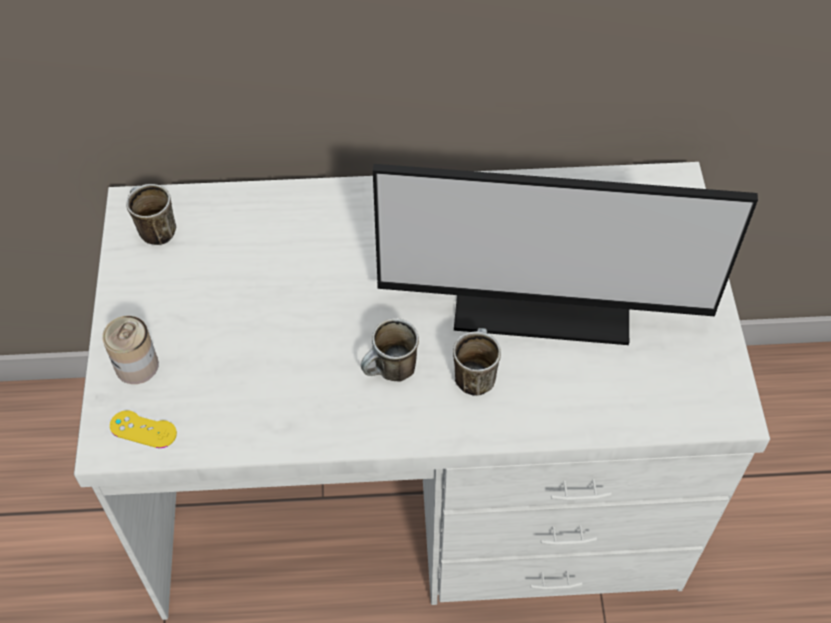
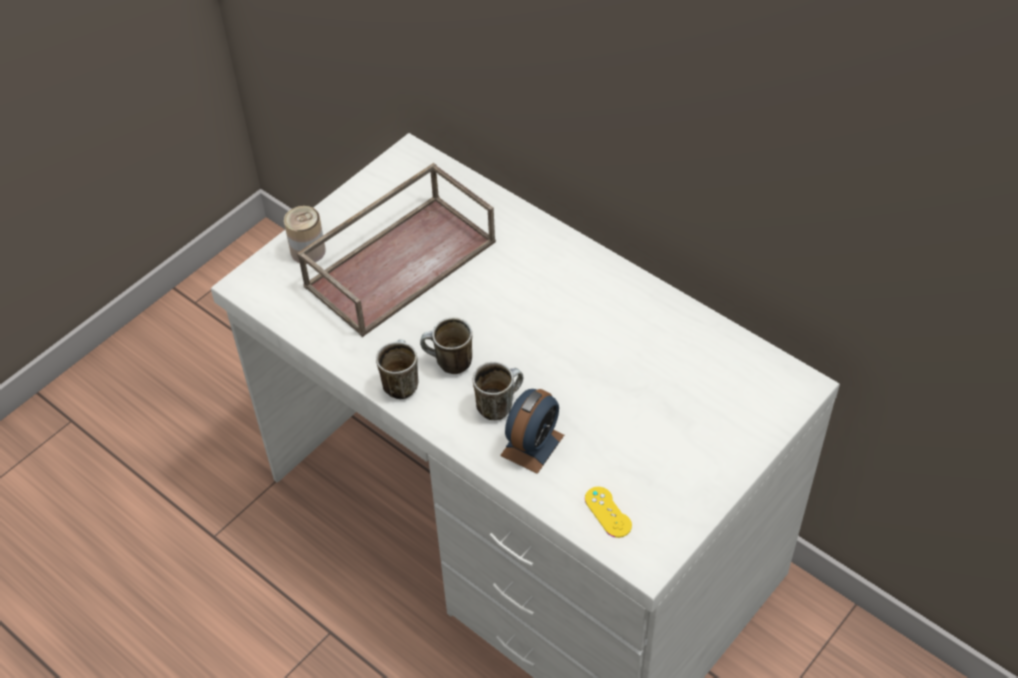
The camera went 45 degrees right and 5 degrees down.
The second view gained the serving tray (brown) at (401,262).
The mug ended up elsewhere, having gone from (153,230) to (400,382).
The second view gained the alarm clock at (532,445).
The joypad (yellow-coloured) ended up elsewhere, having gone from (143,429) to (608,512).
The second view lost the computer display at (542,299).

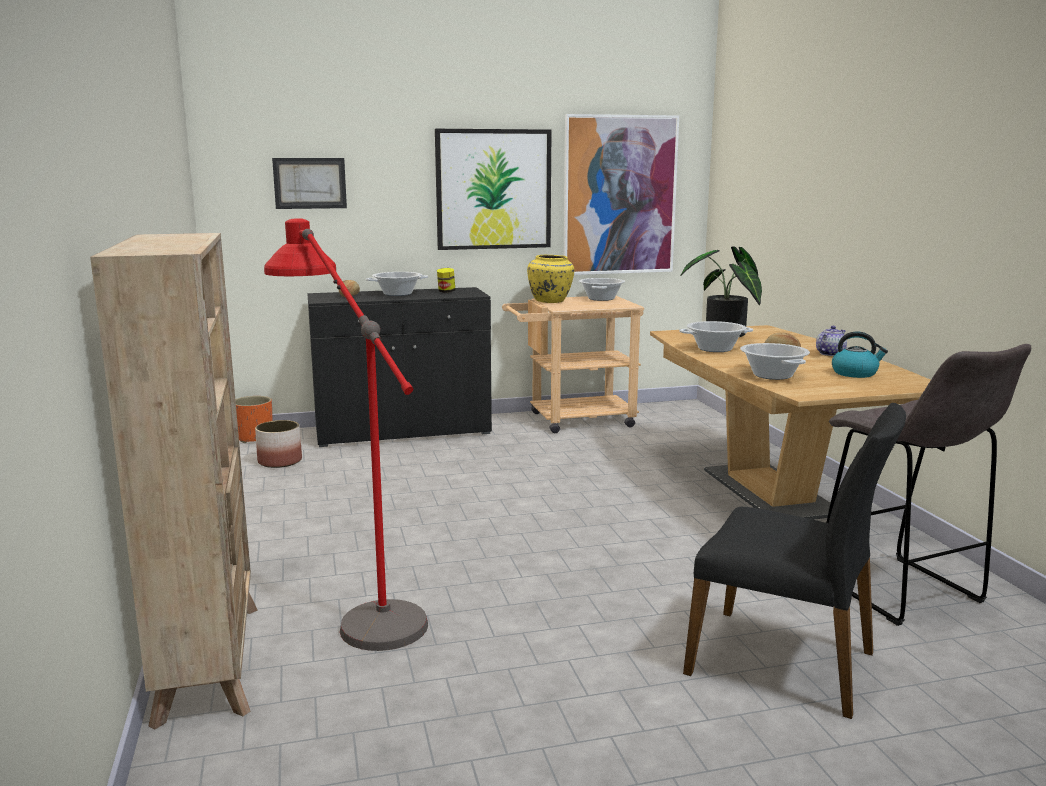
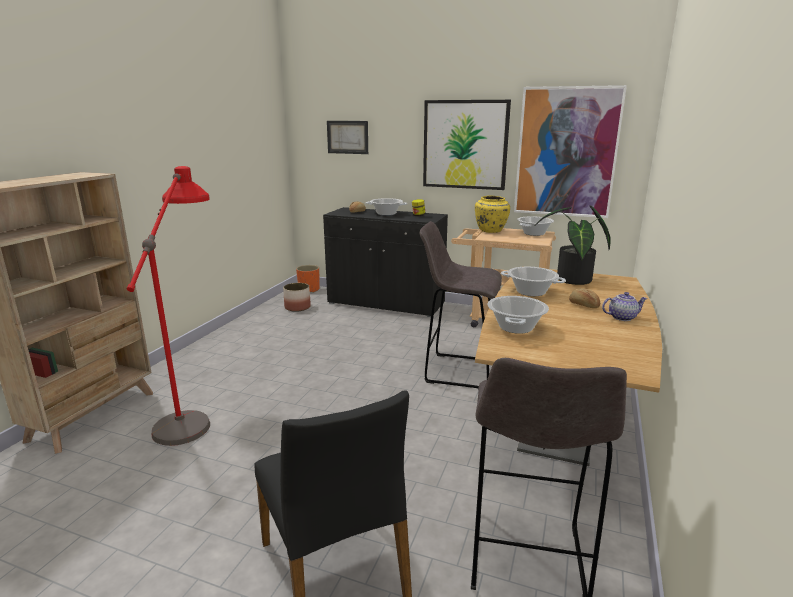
The camera went 35 degrees right and 5 degrees up.
The second view gained the stool (grey) at (457,371).
The second view lost the kettle at (855,373).

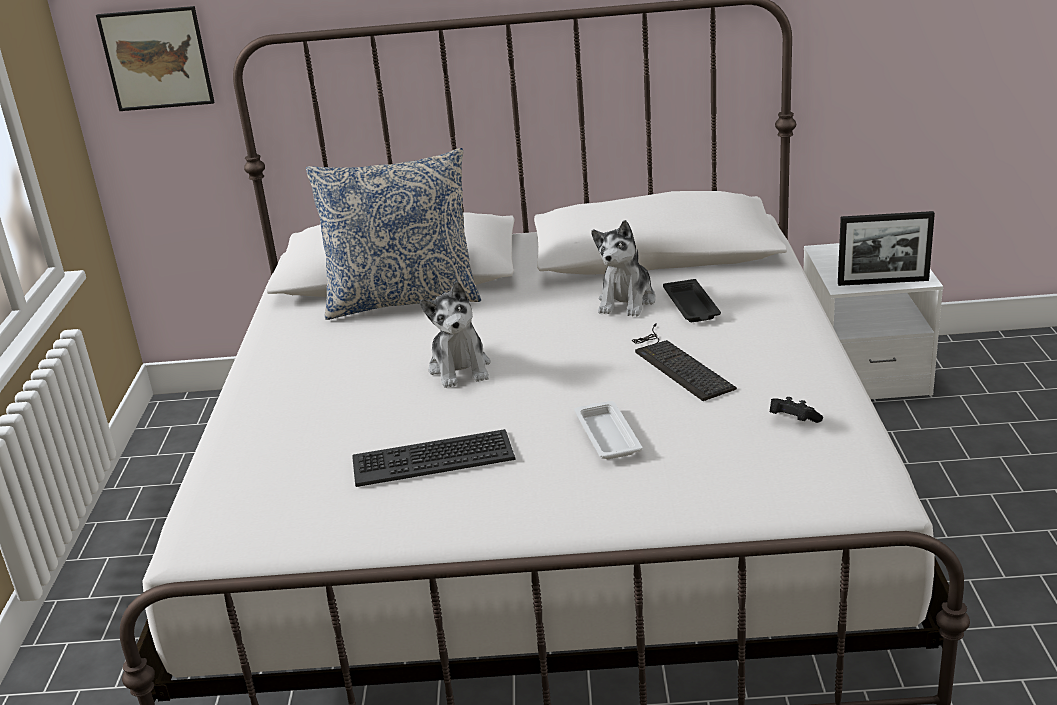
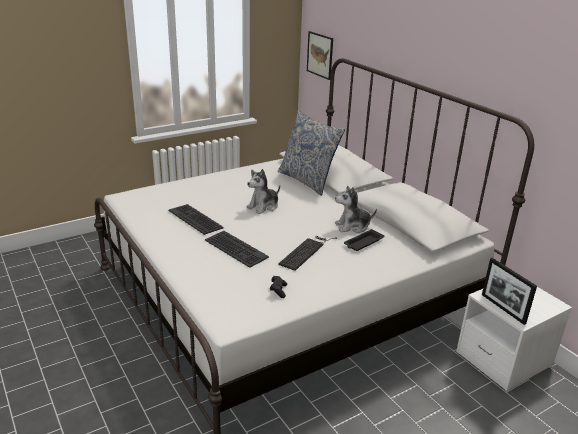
The camera went 55 degrees right and 0 degrees up.
Where the serving tray (white) stood at (607,435), the computer keyboard came to stand at (235,249).

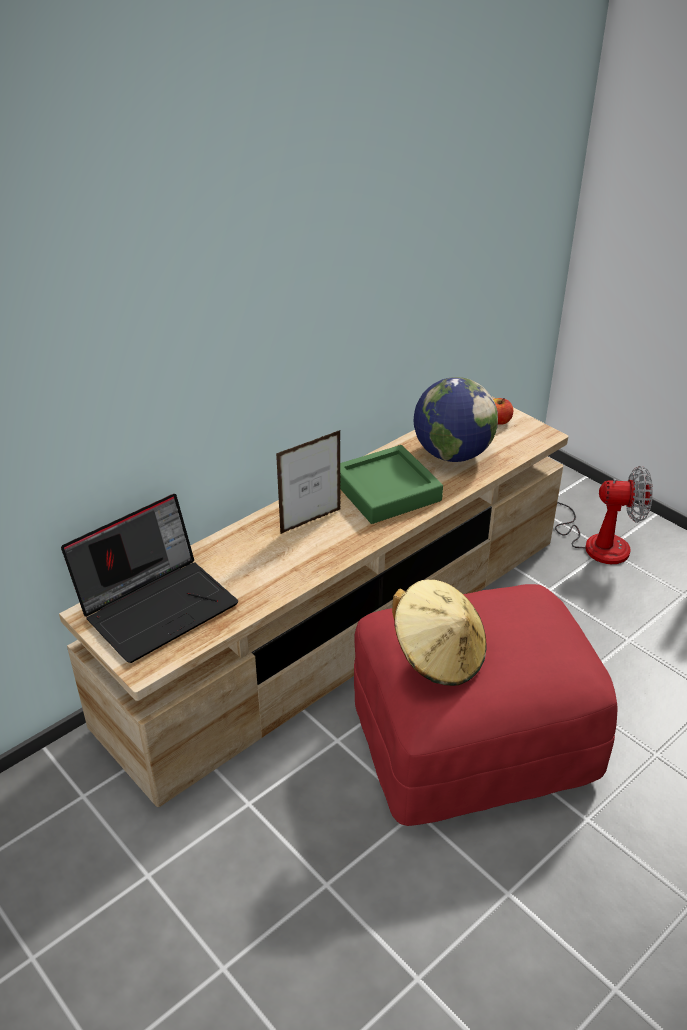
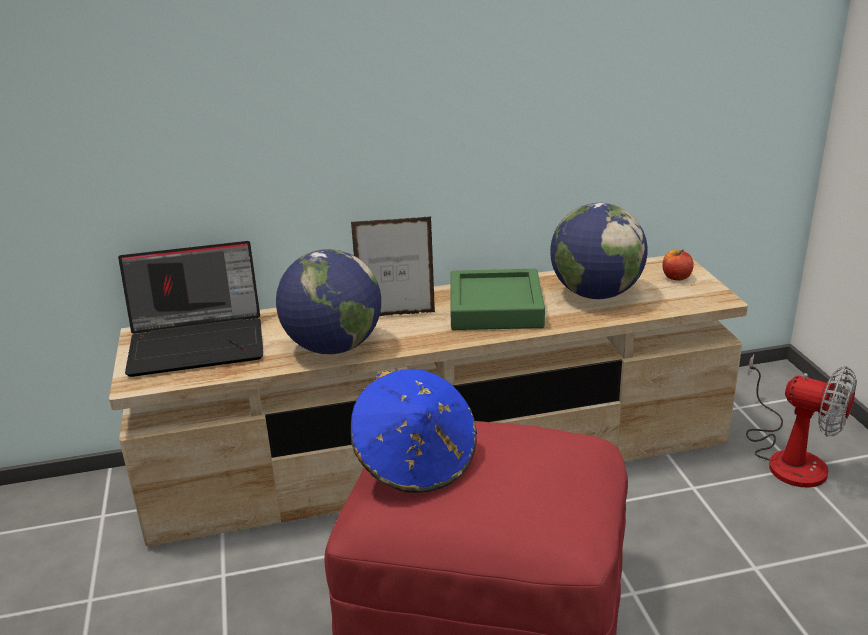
The camera went 30 degrees right and 10 degrees down.
The second view gained the globe at (333,347).
What was the clothing hat (beige-coloured) at (438,655) turned into the clothing hat (blue-coloured) at (416,462).

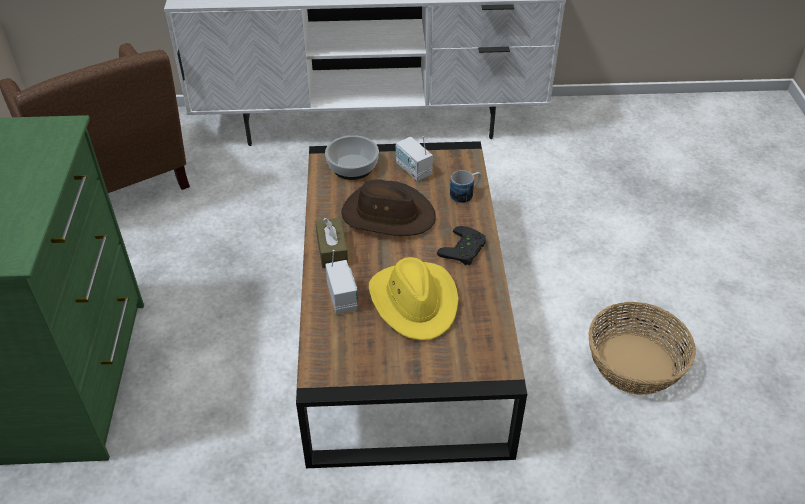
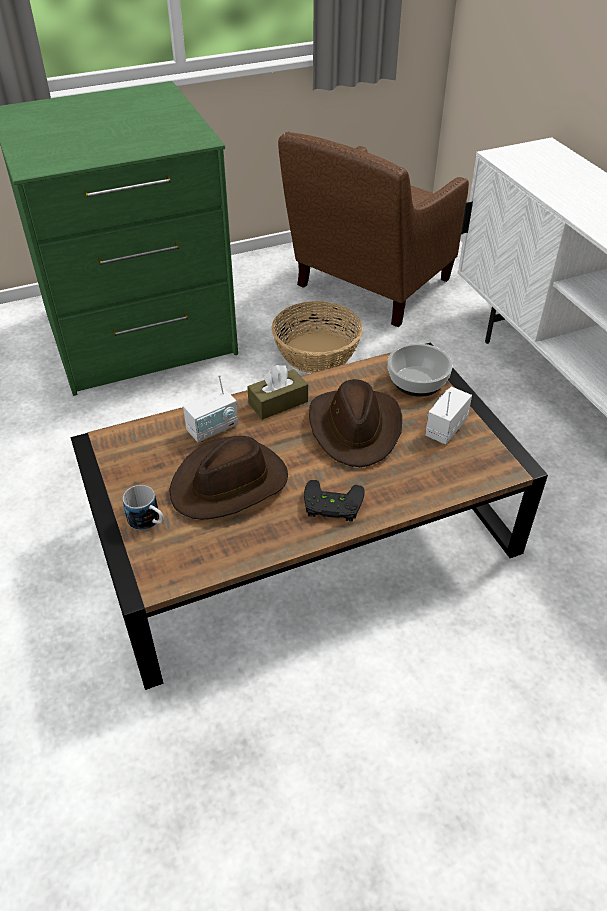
The camera went 70 degrees right and 0 degrees up.
The mug ended up elsewhere, having gone from (465,194) to (149,522).
What was the clothing hat (yellow-coloured) at (414,301) turned into the clothing hat (brown) at (230,484).
The basket ended up elsewhere, having gone from (635,363) to (317,353).

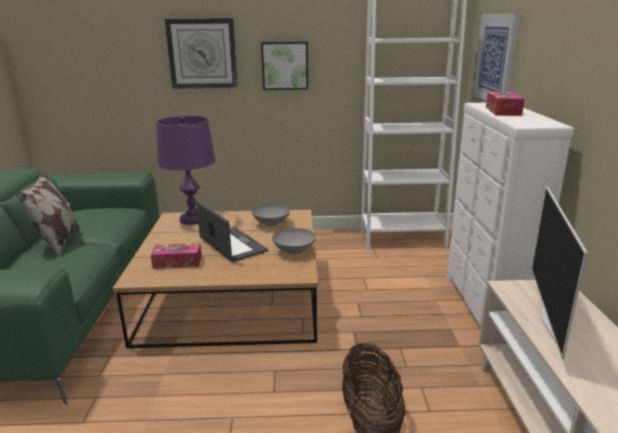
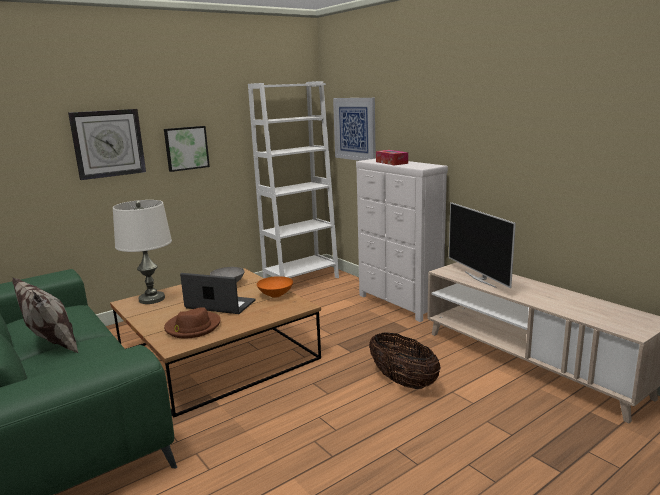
The camera went 35 degrees left and 5 degrees down.
What was the table lamp (purplish) at (192,219) turned into the table lamp (white) at (151,299).
Where the tissue holder stood at (177,262), the clothing hat (brown) came to stand at (192,327).
What was the bowl (grey) at (294,251) turned into the bowl (orangey) at (275,295).

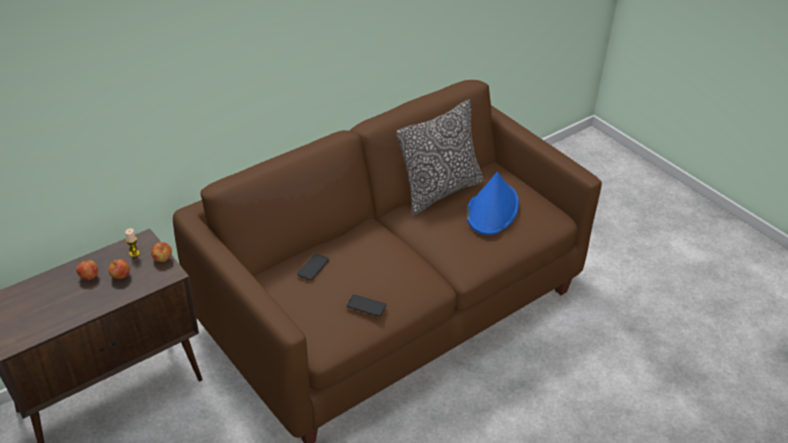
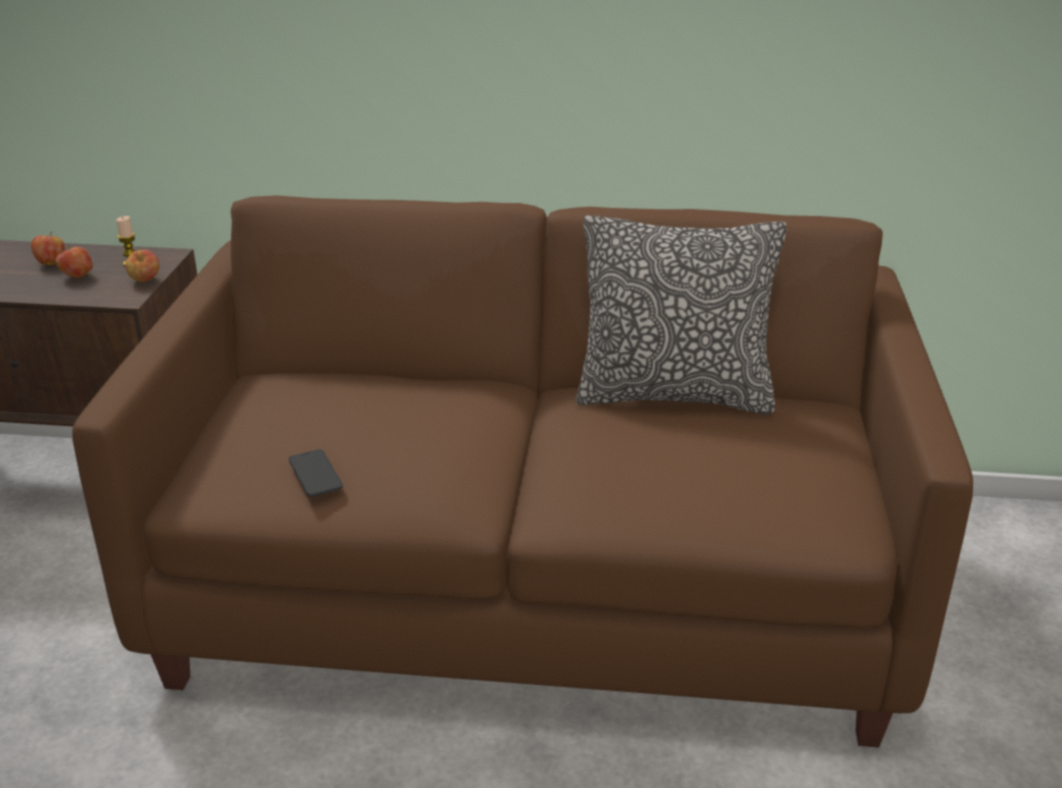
The camera went 45 degrees right and 10 degrees down.
The second view lost the handset at (313,267).
The second view lost the clothing hat (blue-coloured) at (492,209).

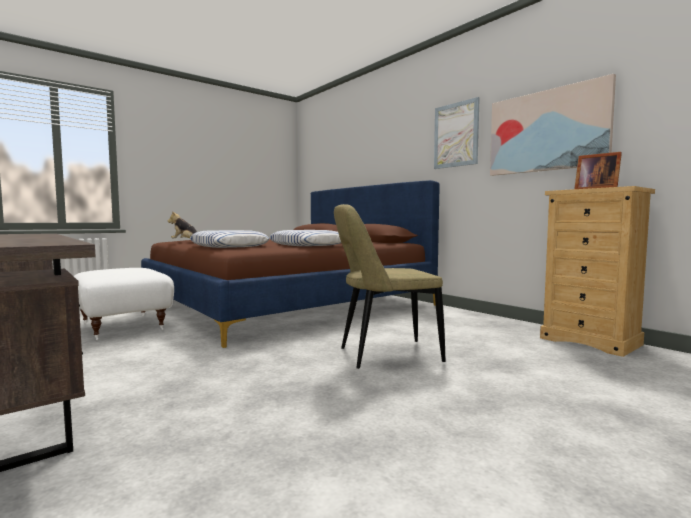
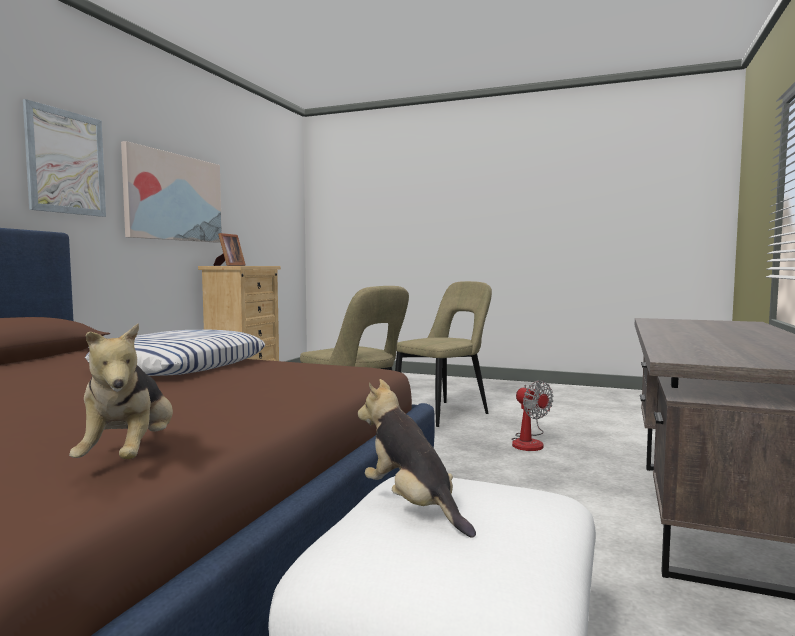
The camera went 120 degrees left and 0 degrees up.
The second view gained the cuddly toy at (412,506).
The second view gained the plain chair (beige-coloured) at (444,414).
The second view gained the cooling fan at (529,442).
The second view lost the pillow at (229,246).

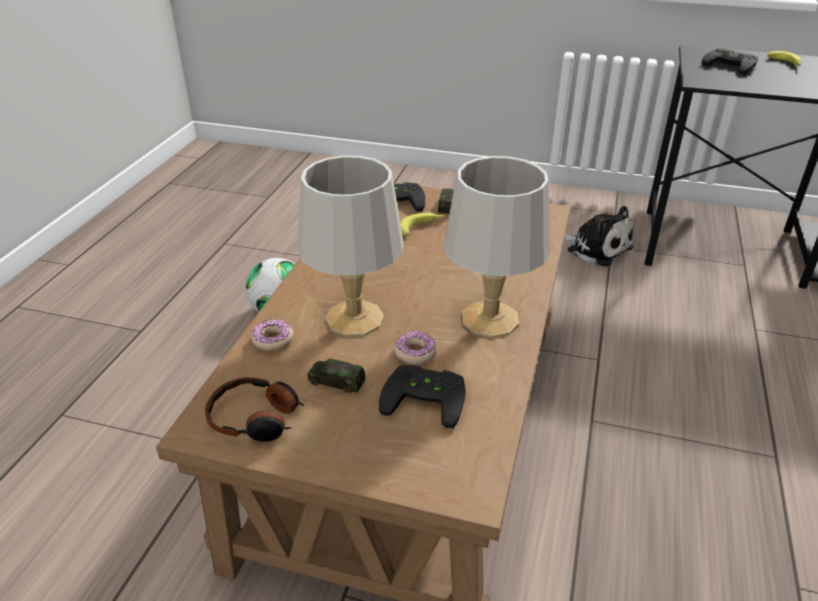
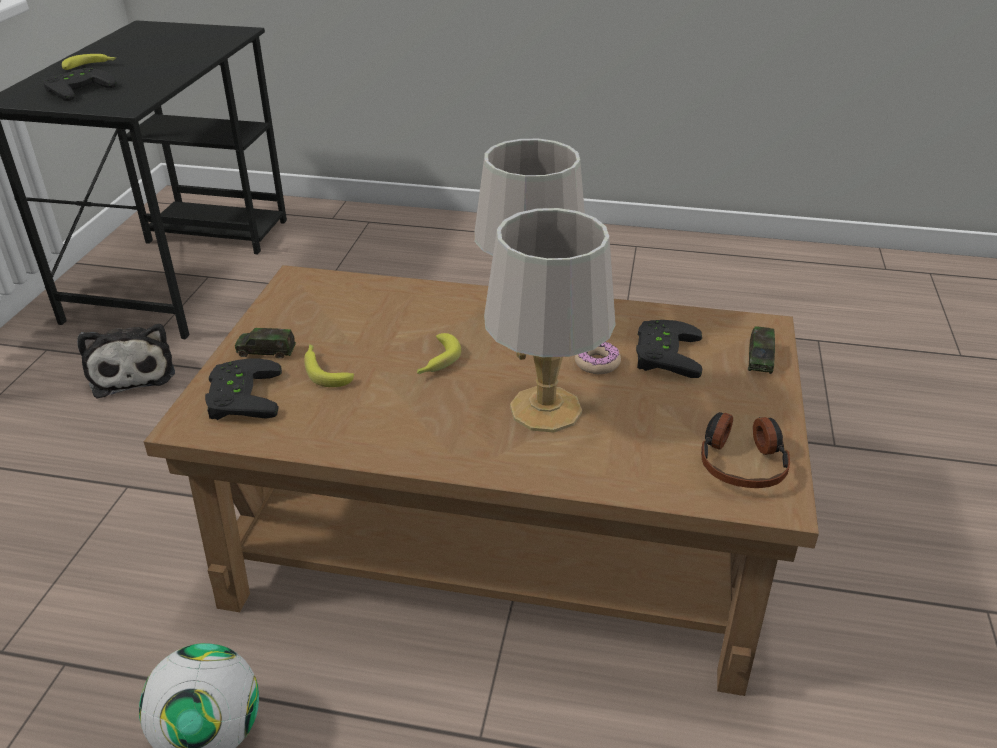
The camera went 95 degrees left and 0 degrees up.
The cuddly toy at (596,248) ended up facing another way, 120 degrees clockwise from before.
The second view gained the banana fruit at (436,361).
The toy car ended up elsewhere, having gone from (337,382) to (760,359).
The second view lost the ring doughnut at (273,340).

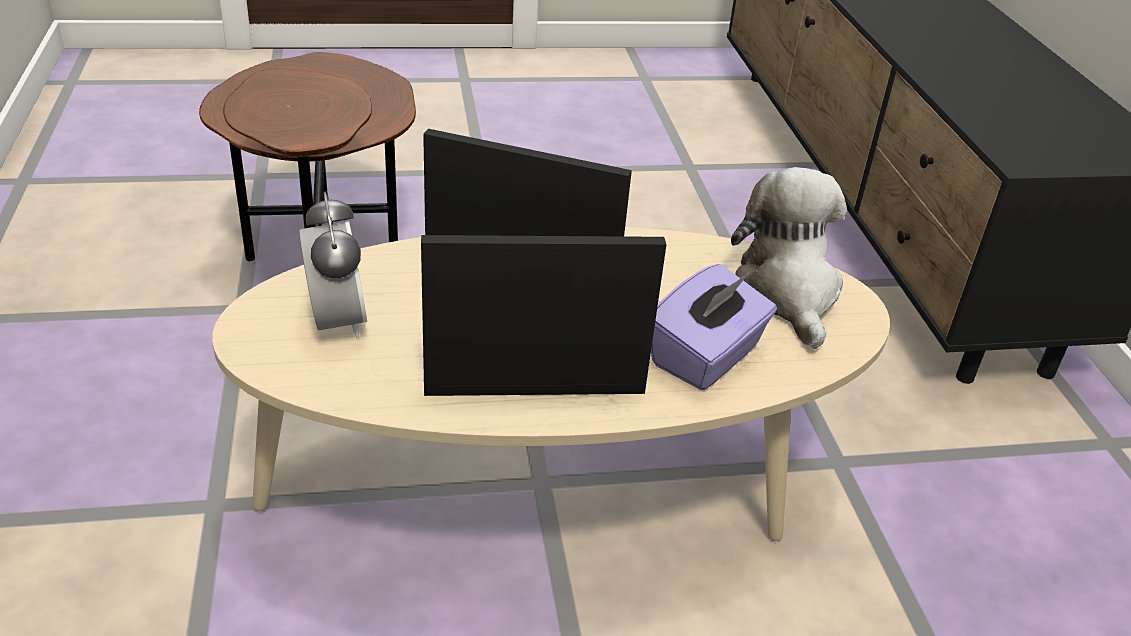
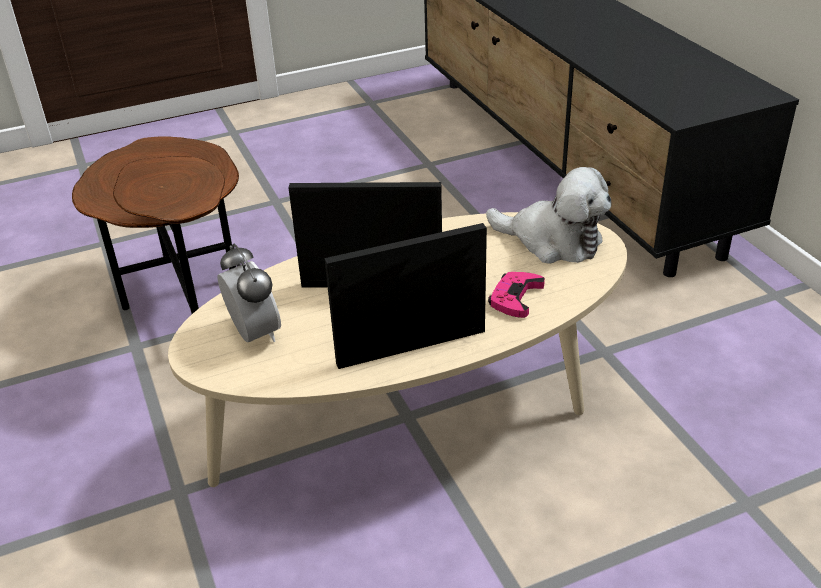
The camera went 10 degrees left and 0 degrees up.
The cuddly toy at (788,292) ended up facing another way, 135 degrees clockwise from before.
Where the tissue holder (purplish) stood at (706,357), the joypad (pinkish) came to stand at (515,298).

